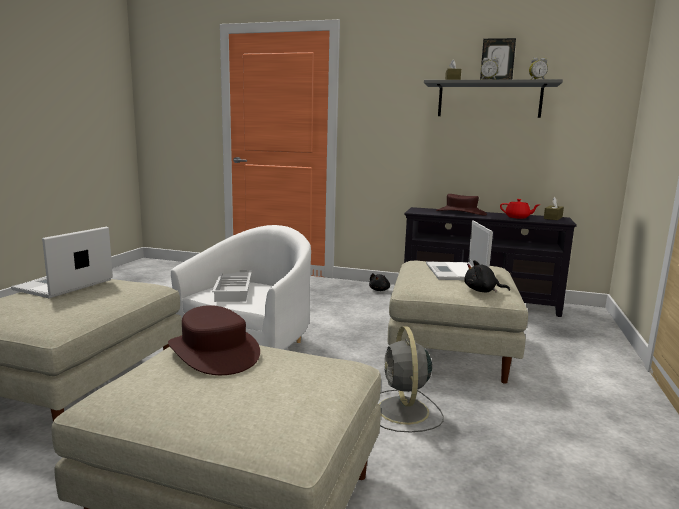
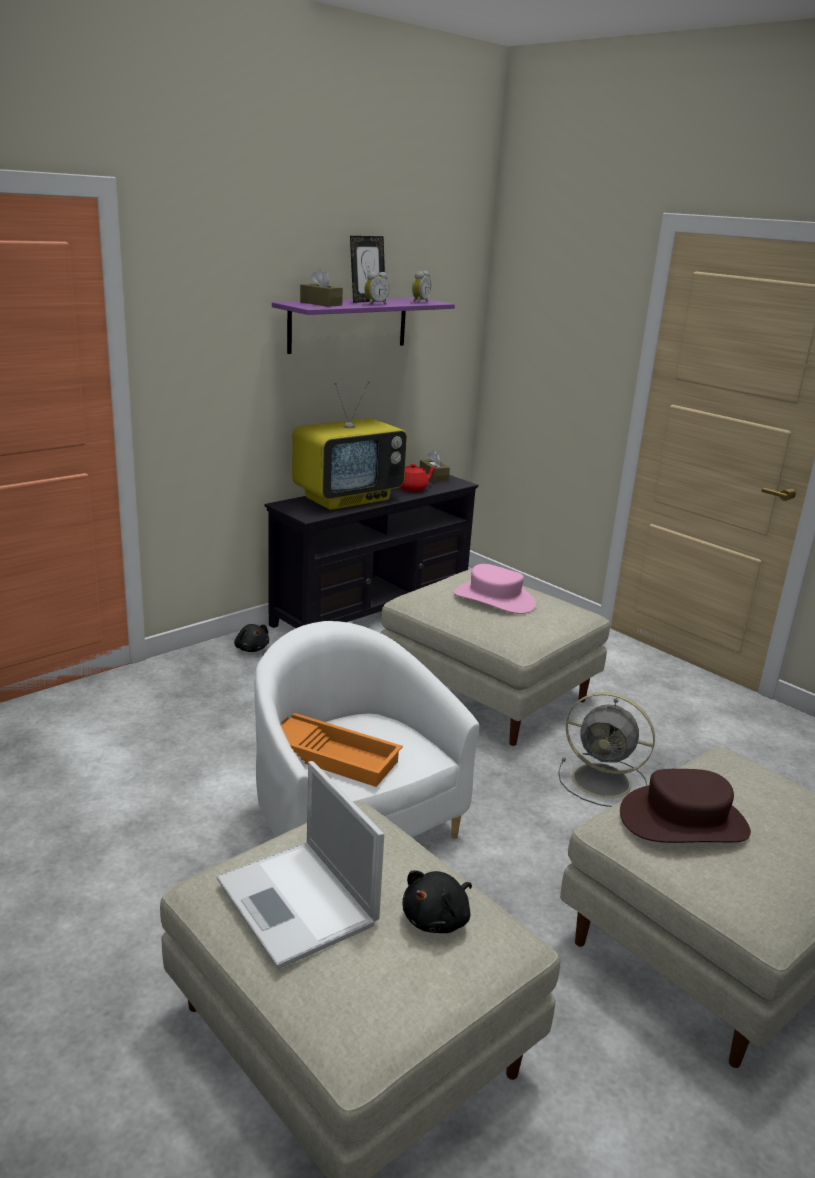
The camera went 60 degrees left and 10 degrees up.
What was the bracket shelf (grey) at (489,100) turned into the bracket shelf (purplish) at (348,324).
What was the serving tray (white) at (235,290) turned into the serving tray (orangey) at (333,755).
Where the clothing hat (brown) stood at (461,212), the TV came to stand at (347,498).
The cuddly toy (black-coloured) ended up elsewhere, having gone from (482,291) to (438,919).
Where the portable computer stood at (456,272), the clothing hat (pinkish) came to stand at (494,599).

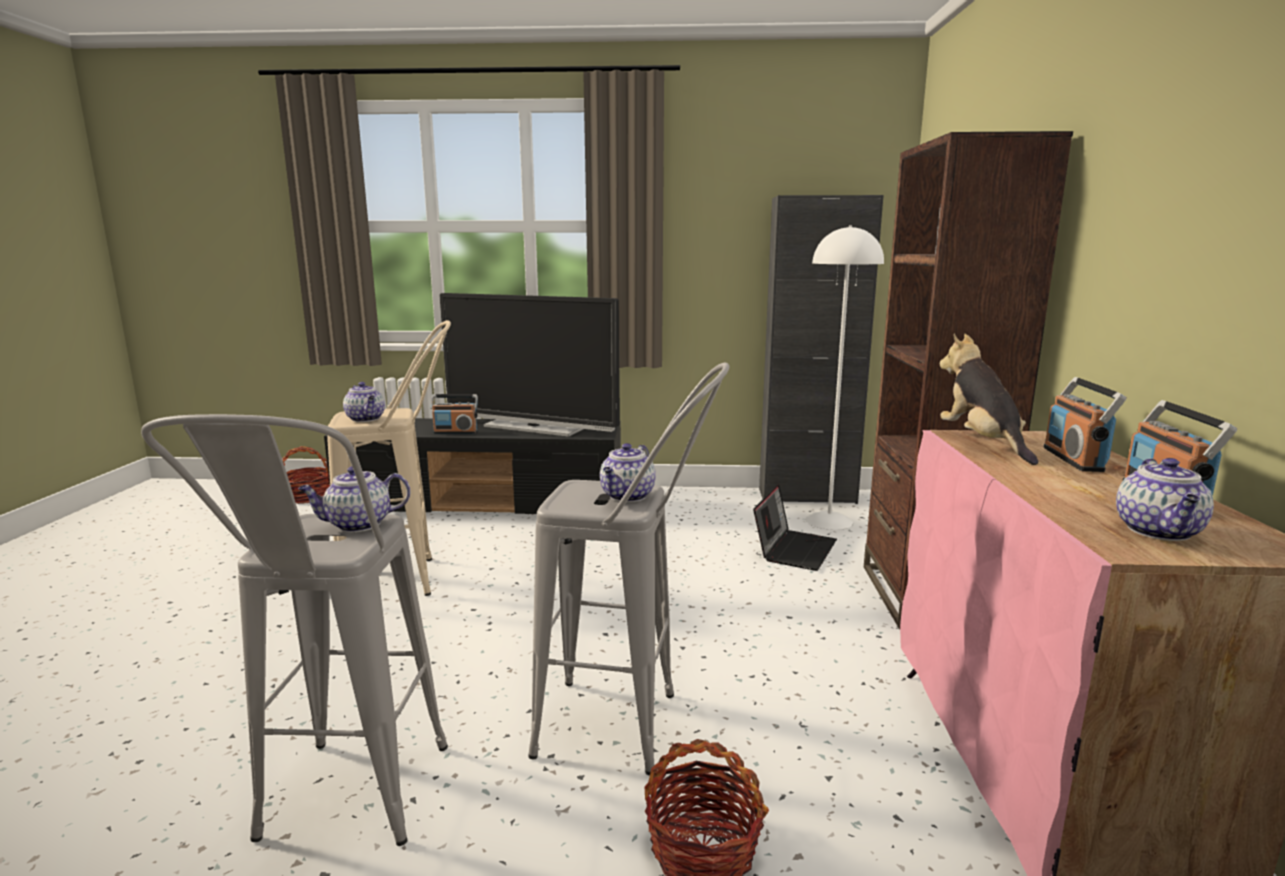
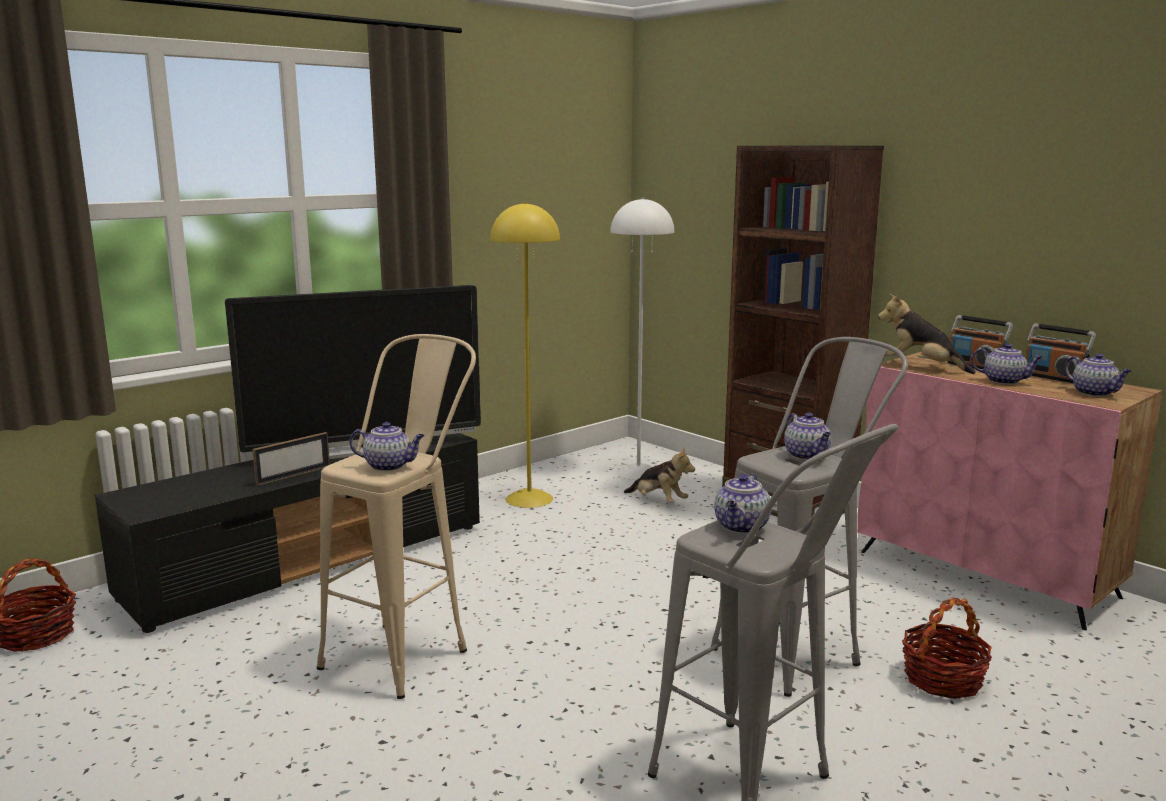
The camera went 45 degrees left and 0 degrees up.
Where the radio set stood at (455,432), the standing frame came to stand at (293,475).
The second view gained the standard lamp (yellow-coloured) at (529,499).
Where the portable computer stood at (794,549), the cuddly toy came to stand at (658,501).
The second view gained the teapot at (1004,381).
The second view lost the cabinet (black-coloured) at (807,496).

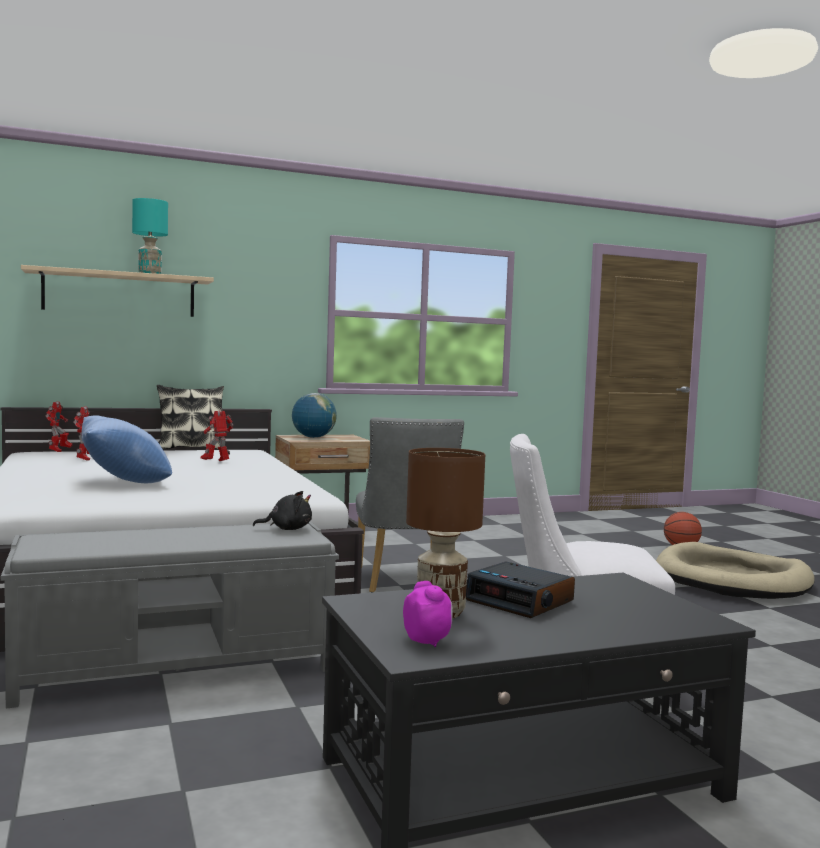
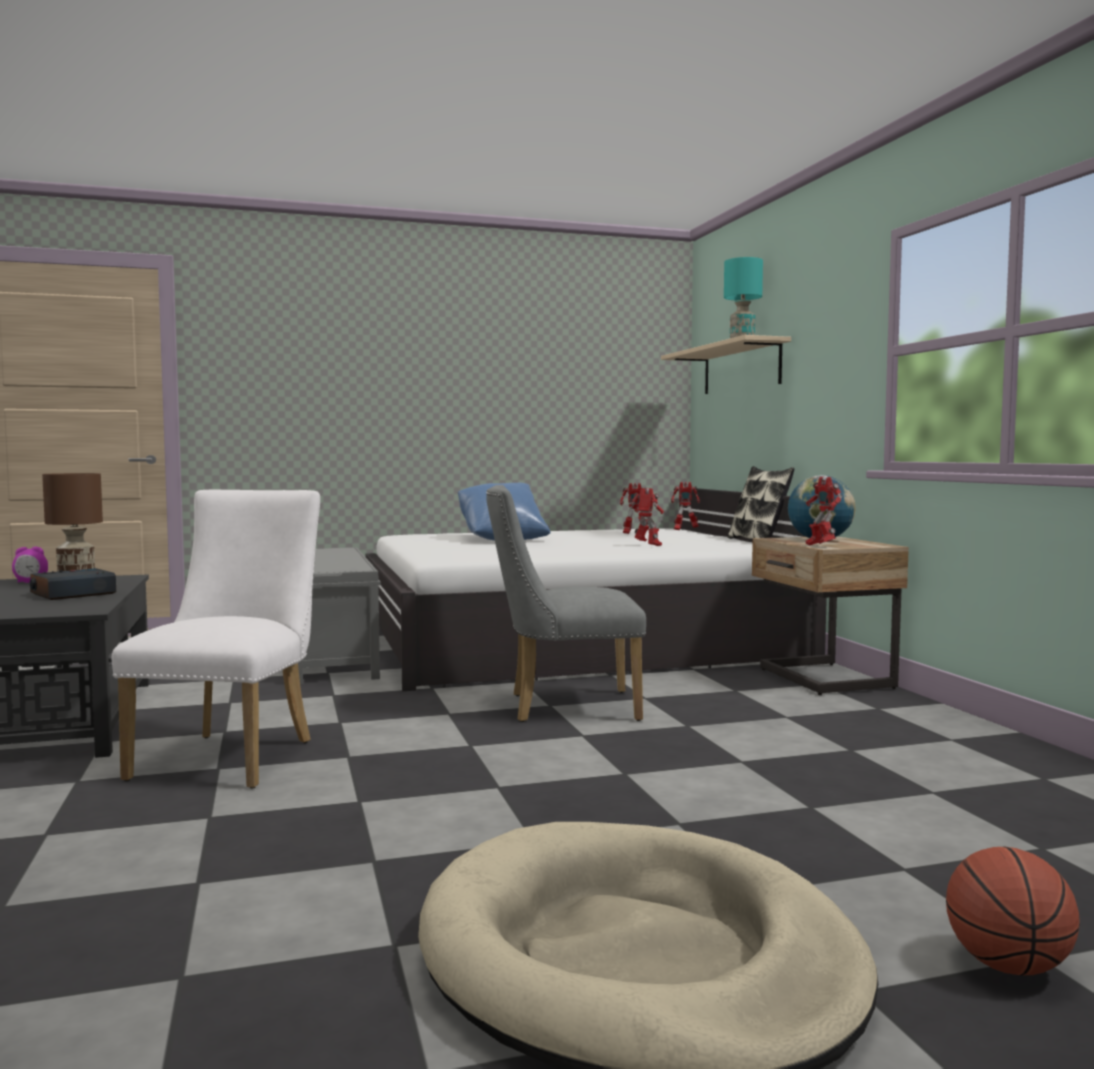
The camera went 95 degrees right and 0 degrees up.
The second view gained the robot figure at (820,546).
The second view lost the cuddly toy (black-coloured) at (287,529).

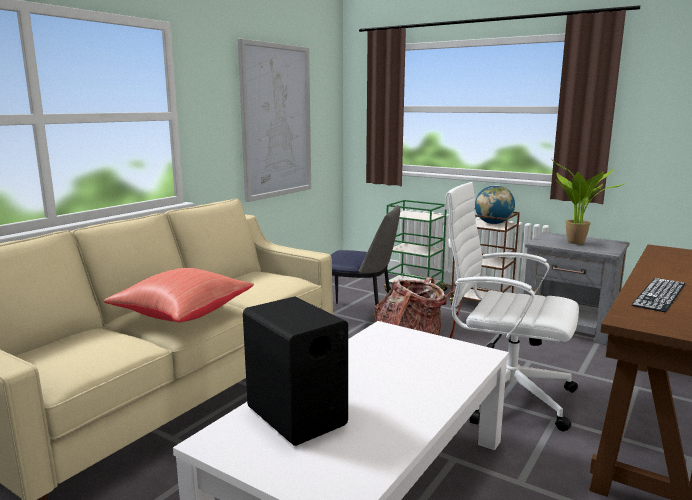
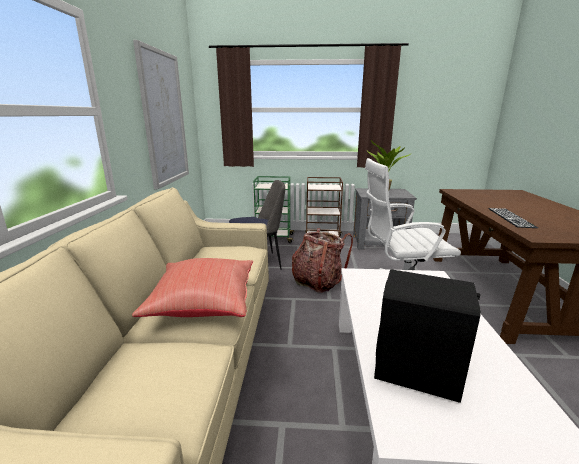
The camera went 30 degrees left and 5 degrees up.
The second view lost the globe at (493,223).

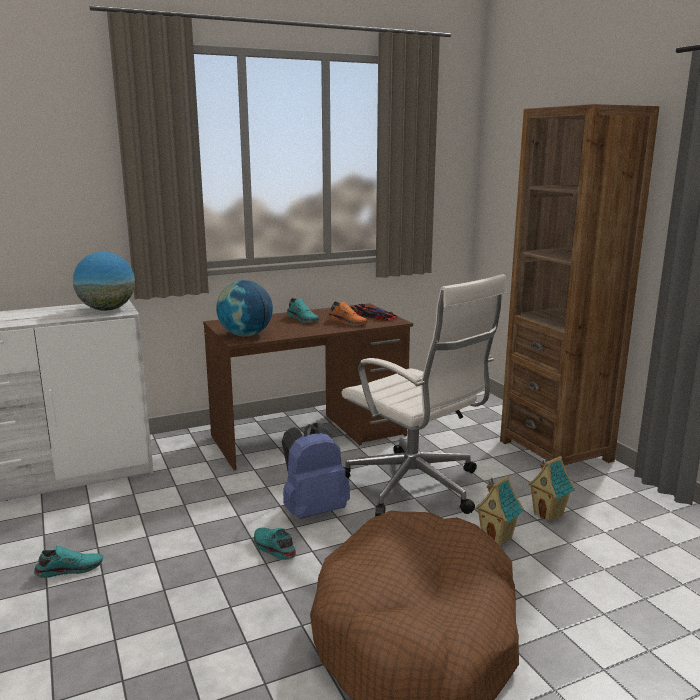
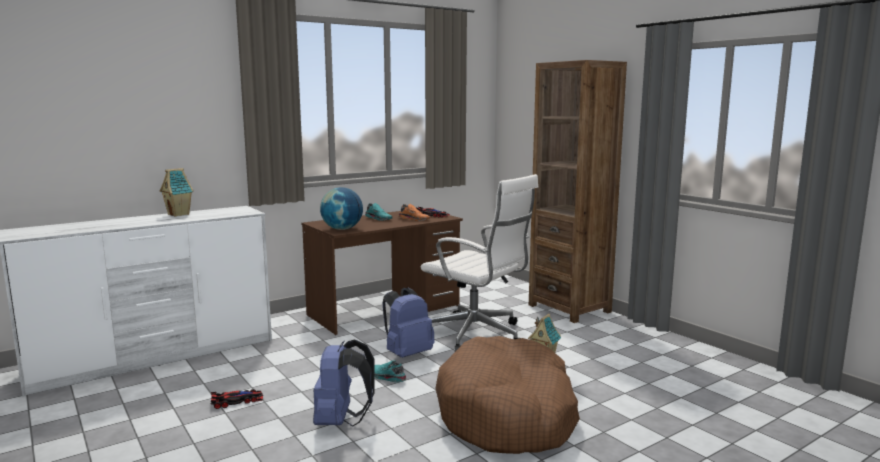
The camera went 10 degrees left and 5 degrees down.
The miniature house ended up elsewhere, having gone from (549,514) to (179,214).
Where the item of footwear (turquoise) stood at (70,569), the toy car came to stand at (237,401).
The second view gained the backpack (blue-coloured) at (341,421).
The second view lost the globe at (107,309).

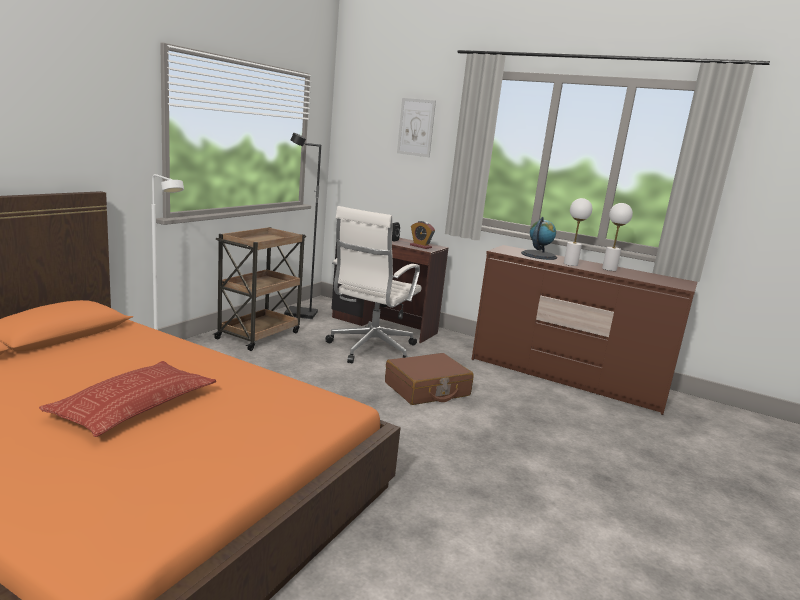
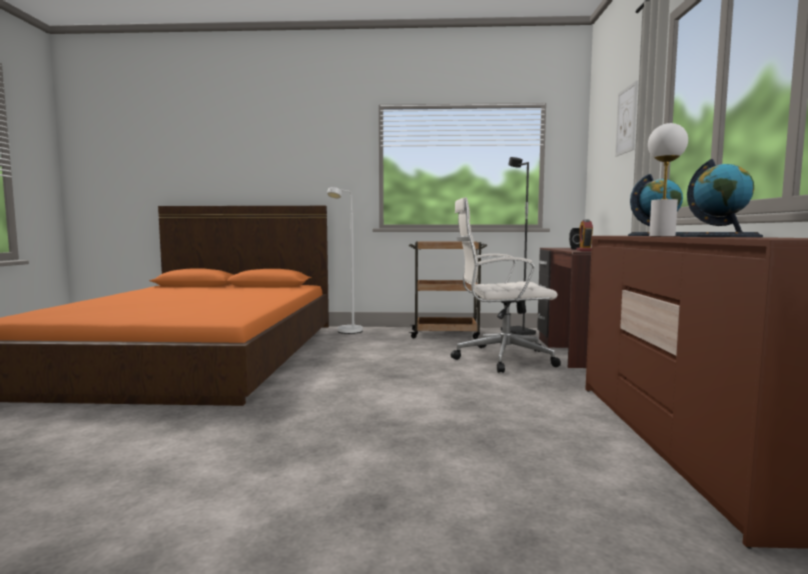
The camera went 65 degrees right and 10 degrees down.
Where the table lamp (white) stood at (609,269), the globe came to stand at (719,236).
The second view lost the pillow at (134,405).
The second view lost the piece of luggage (brown) at (427,389).

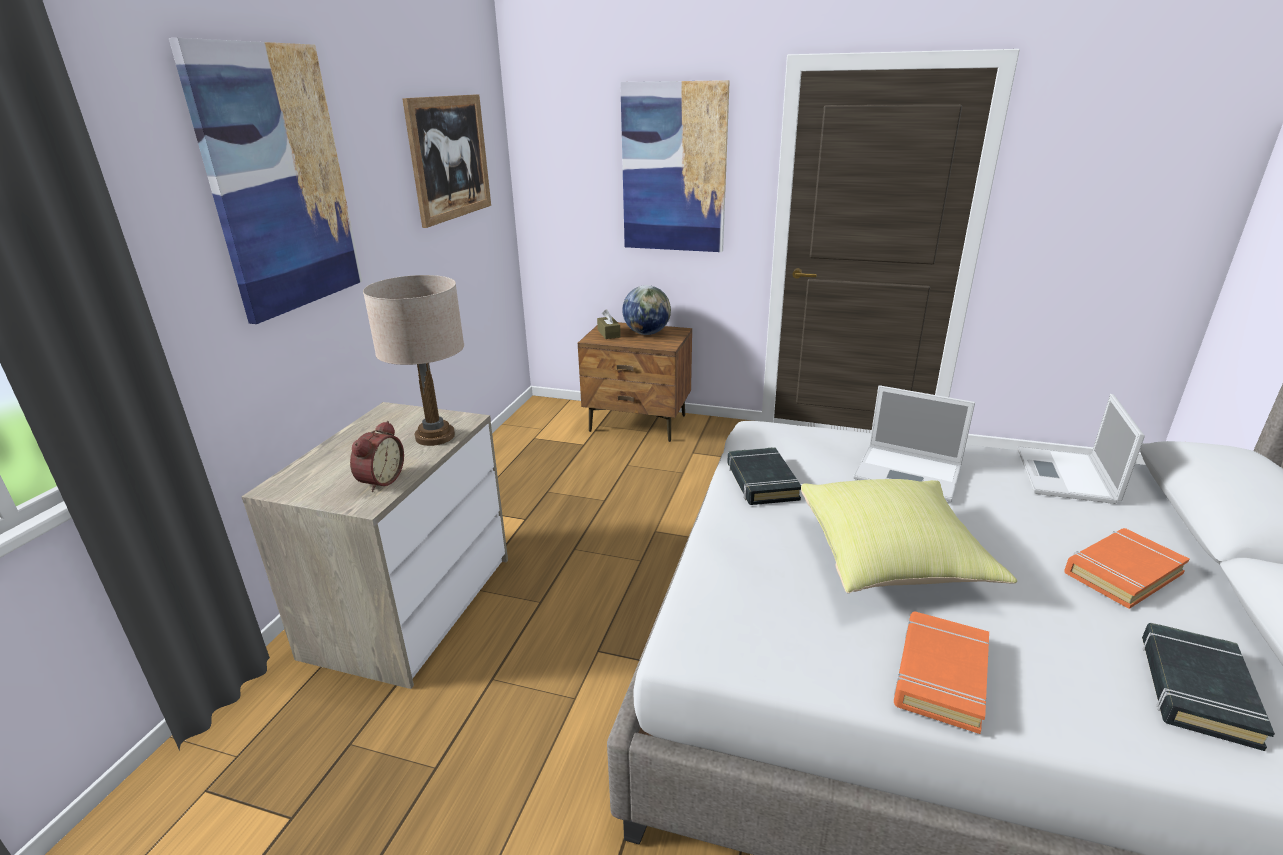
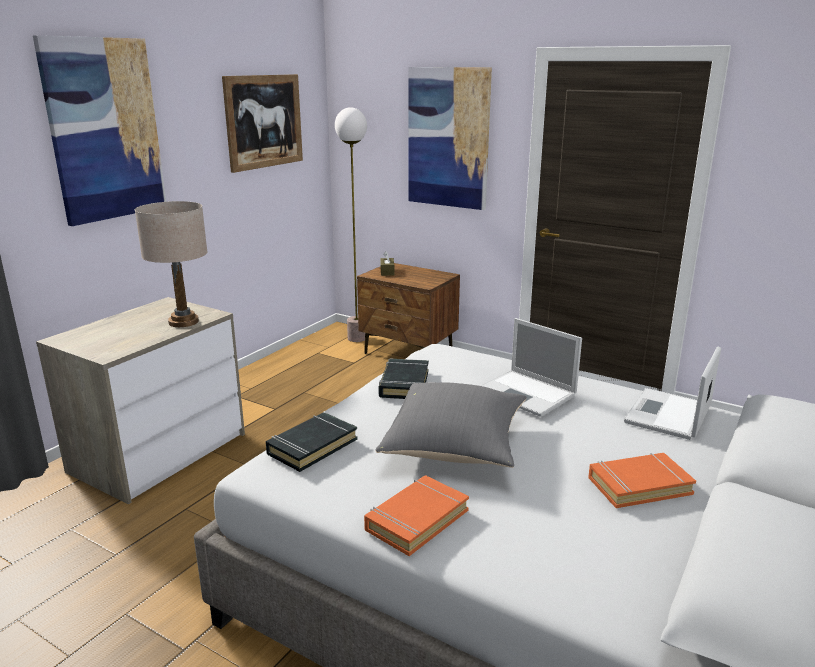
The camera went 15 degrees right and 5 degrees down.
The volume (black-coloured) ended up elsewhere, having gone from (1196,689) to (312,446).
The second view gained the standard lamp at (357,338).
What was the pillow (yellow-coloured) at (892,560) turned into the pillow (grey) at (455,448).
The second view lost the alarm clock at (379,480).
The second view lost the globe at (647,333).

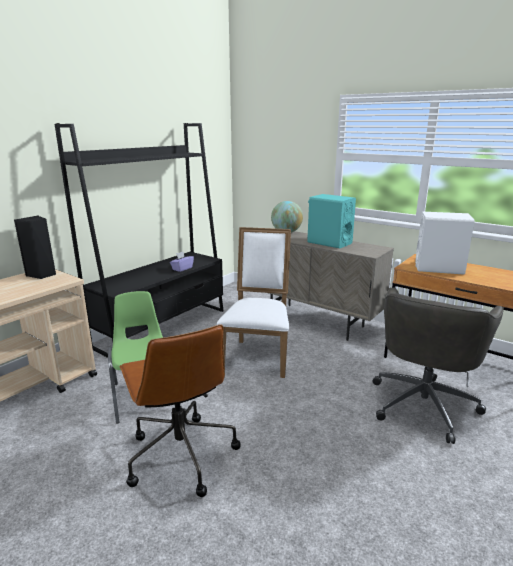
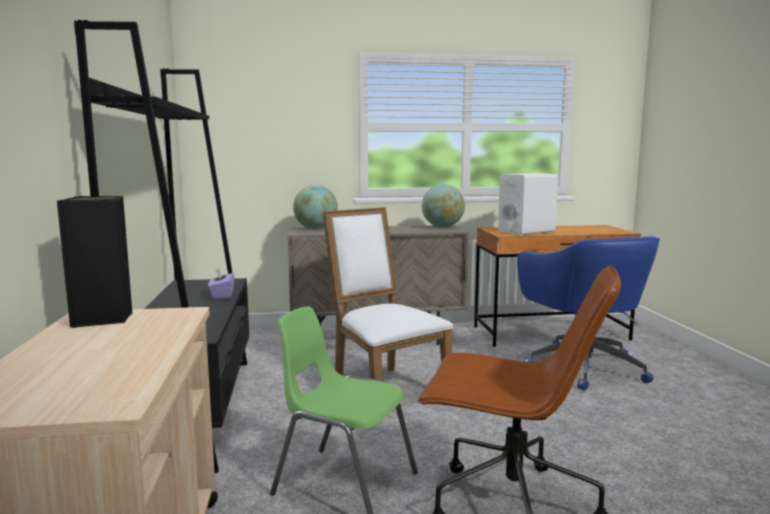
The camera went 45 degrees left and 10 degrees down.
The second view gained the globe at (442,227).
What was the office chair (grey) at (424,403) turned into the office chair (blue-coloured) at (583,366).
The second view lost the speaker (turquoise) at (329,243).

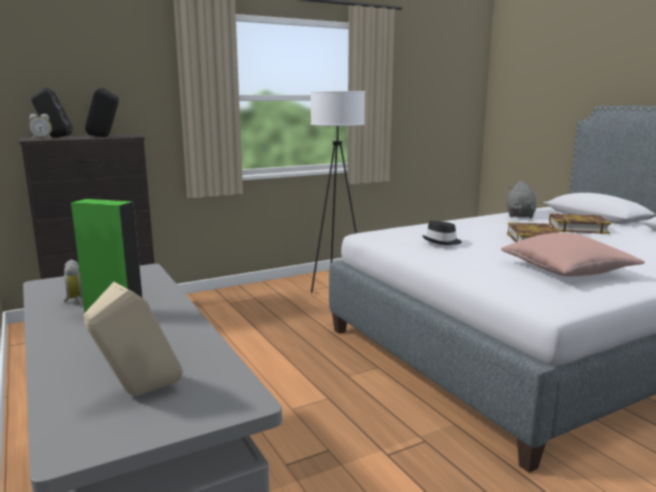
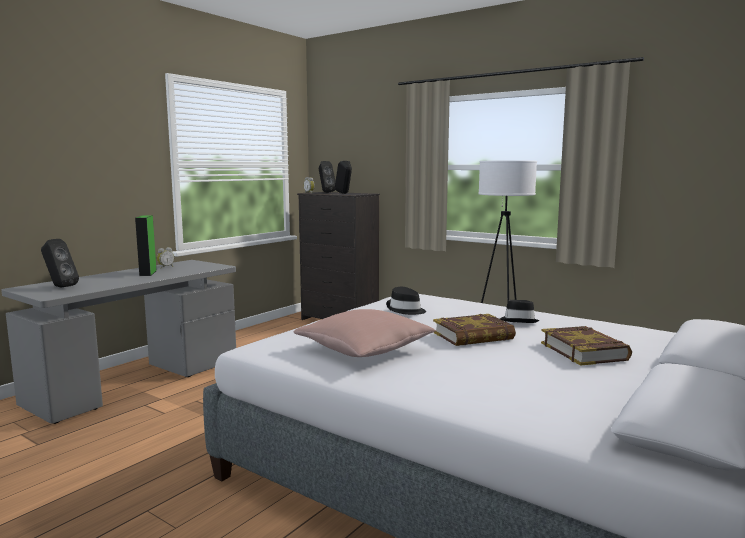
The camera went 65 degrees right and 5 degrees down.
What was the speaker (beige-coloured) at (138,394) turned into the speaker (black-coloured) at (60,287).
The second view gained the clothing hat (black-coloured) at (519,320).
The second view lost the cuddly toy (grey) at (520,216).

